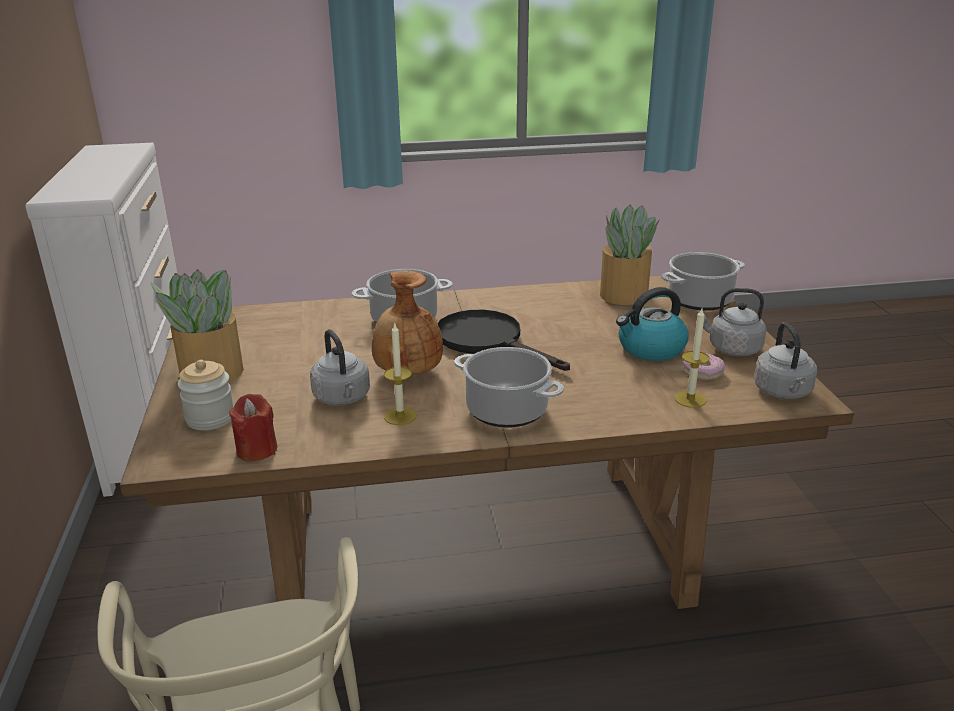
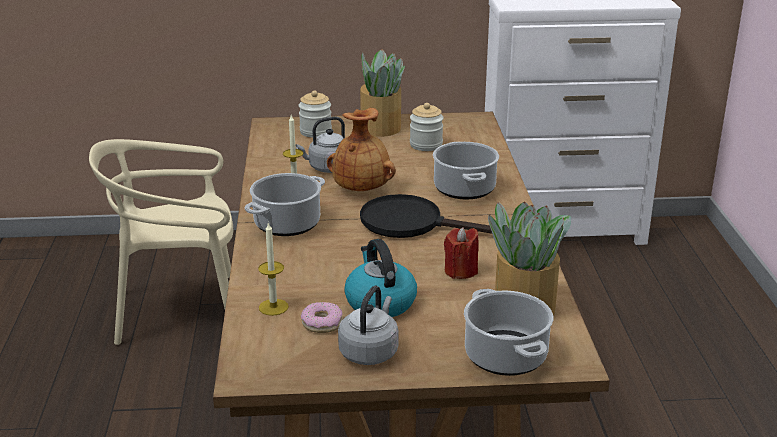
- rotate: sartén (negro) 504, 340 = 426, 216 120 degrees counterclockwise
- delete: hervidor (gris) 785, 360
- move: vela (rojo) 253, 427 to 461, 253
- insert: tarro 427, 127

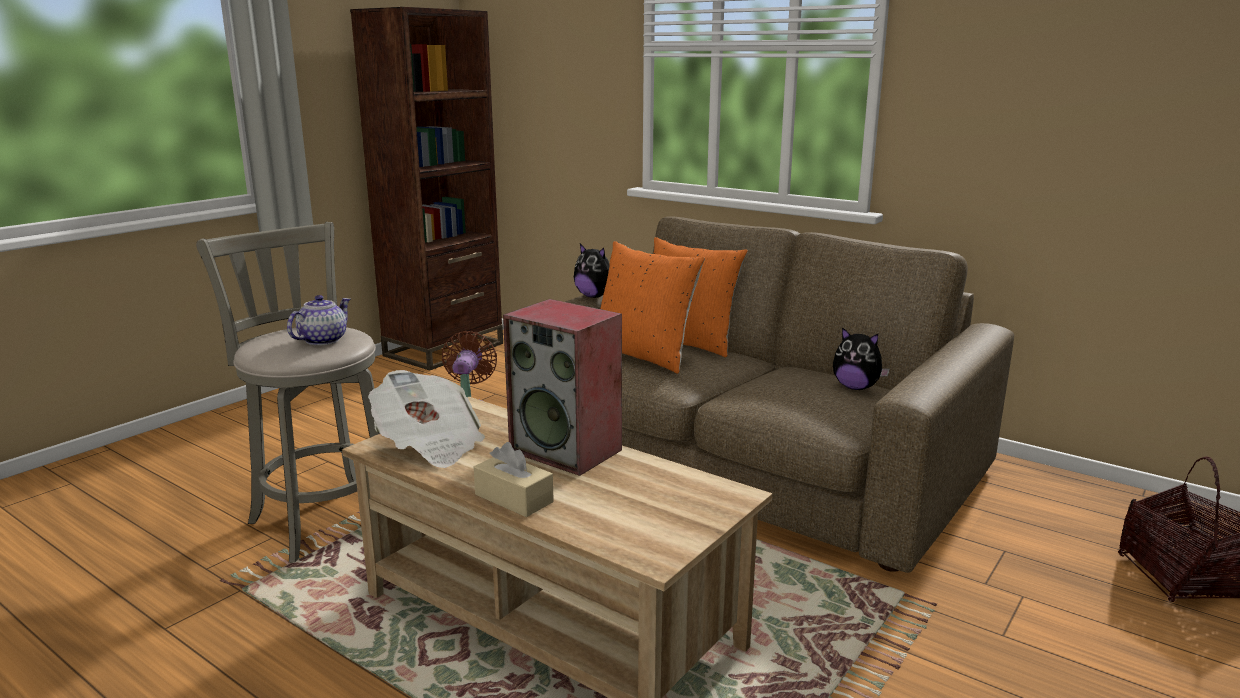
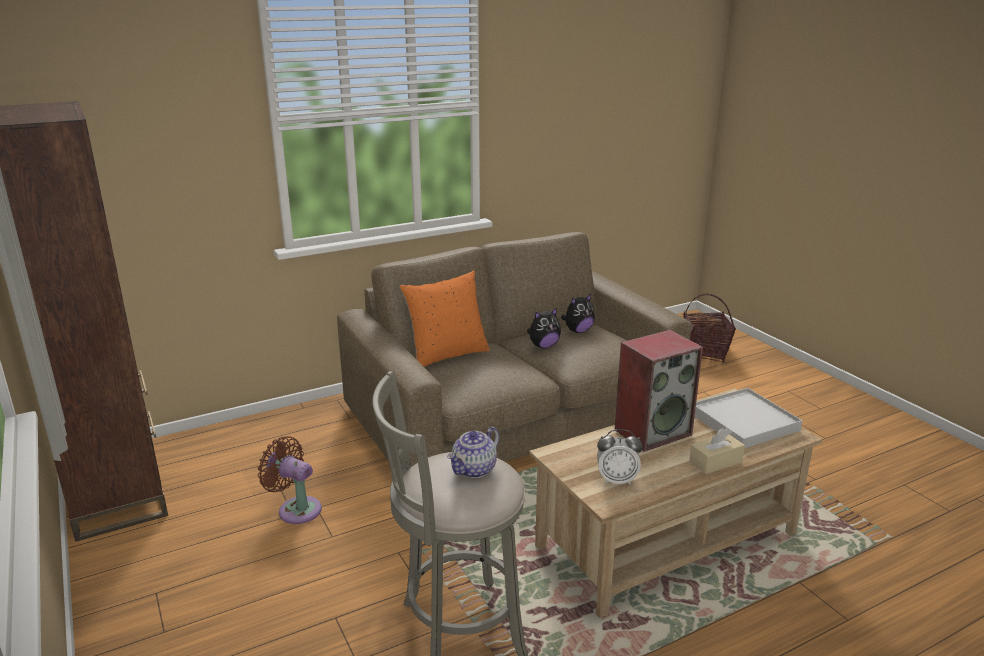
- delete: cojín (naranja) 652, 307
- move: peluche 592, 271 to 544, 328
- rotate: tetera 319, 320 = 473, 452 105 degrees counterclockwise
- replace: periódico 426, 419 to despertador 620, 457
- insert: bandeja (blanco) 749, 418

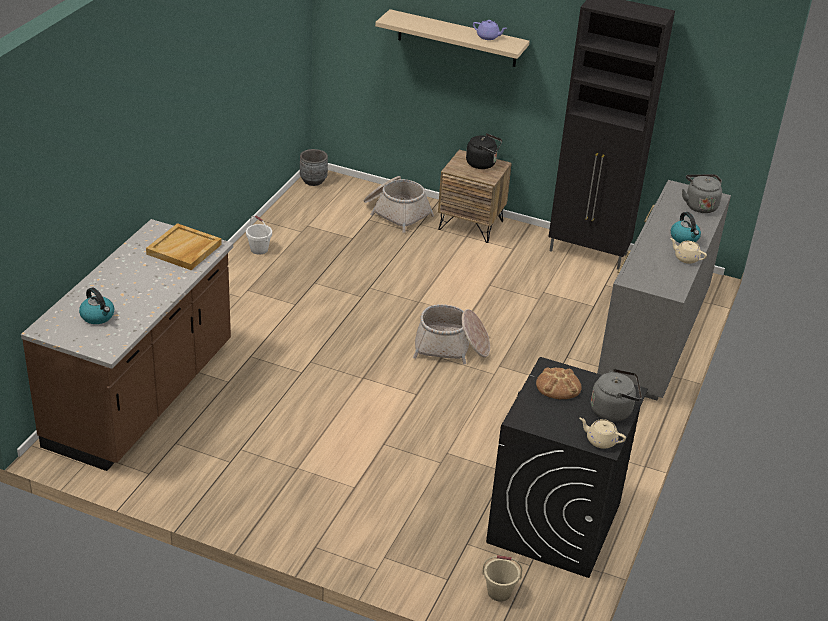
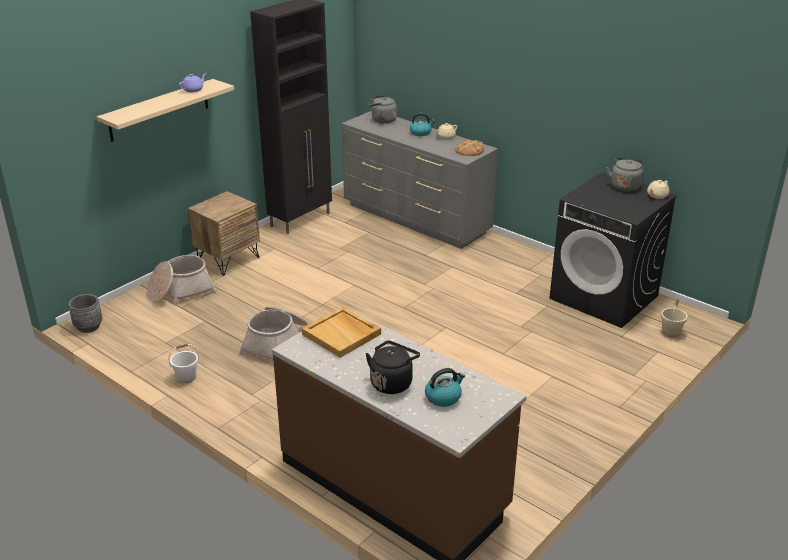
- move: hervidor (negro) 484, 151 to 393, 367
- move: cesta 451, 334 to 273, 332
- move: pan 559, 383 to 469, 147

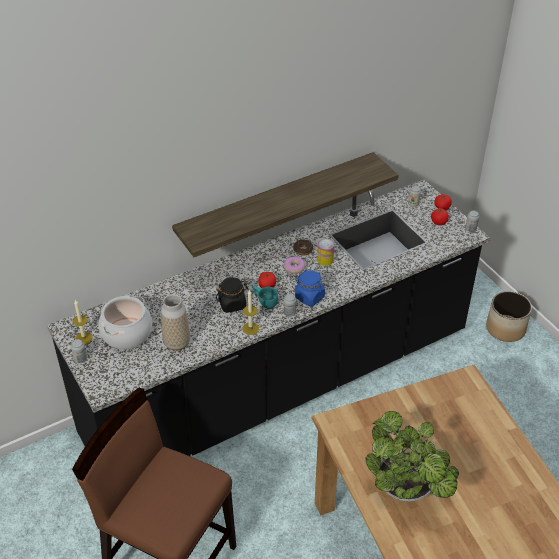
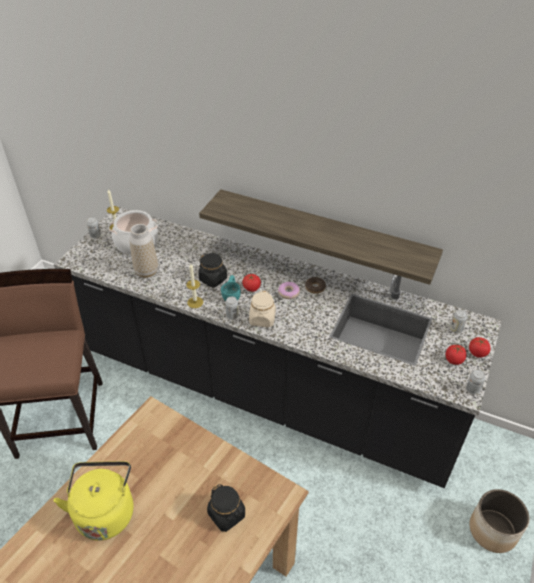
- delete: lata 326, 252
- recolor: tarro (azul) 310, 288 to tarro (beis) 262, 308
- replace: planta en maceta 412, 456 to hervidor (amarillo) 93, 500
- insert: tarro (negro) 226, 508

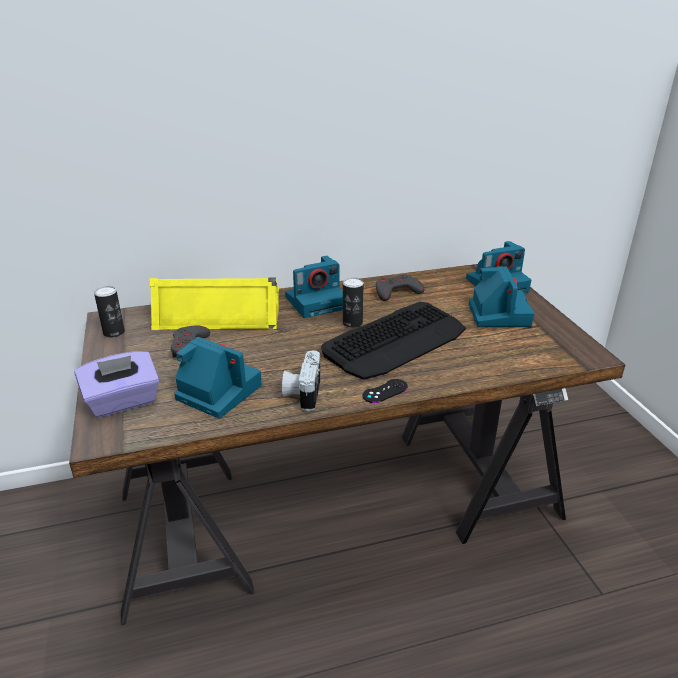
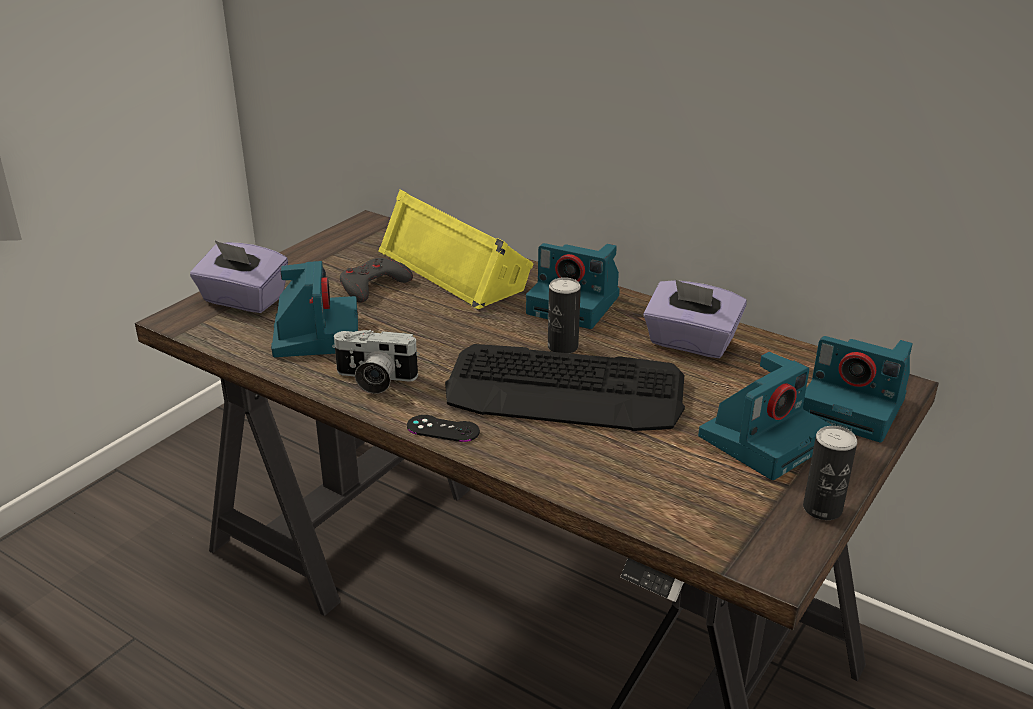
- replace: mando de consola (gris) 400, 288 to caja de pañuelos (morado) 695, 319
- move: lata 109, 312 to 830, 473
- rotate: cámara 301, 381 = 376, 362 135 degrees counterclockwise

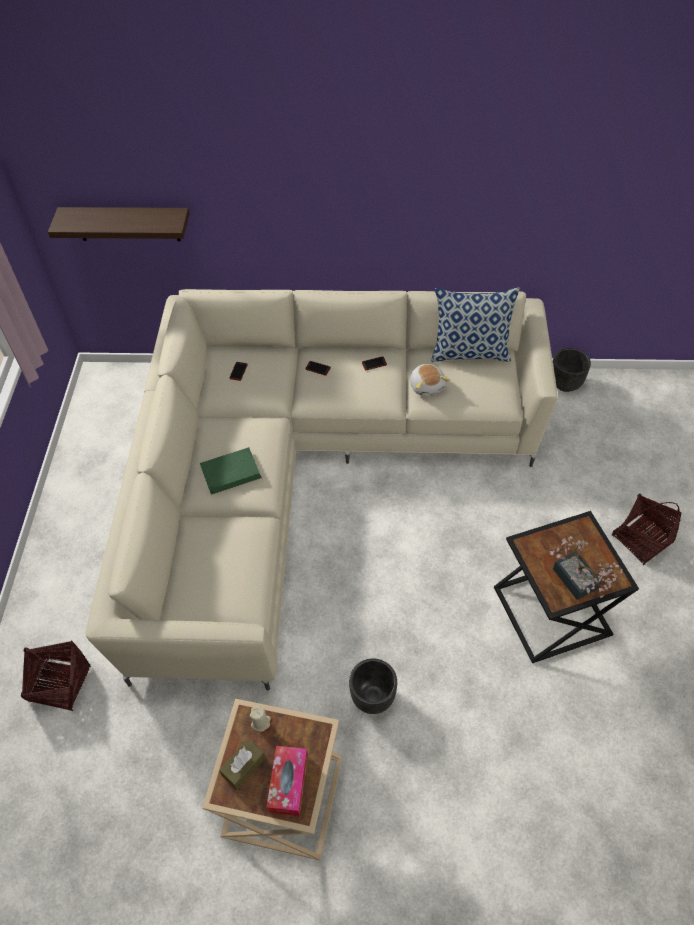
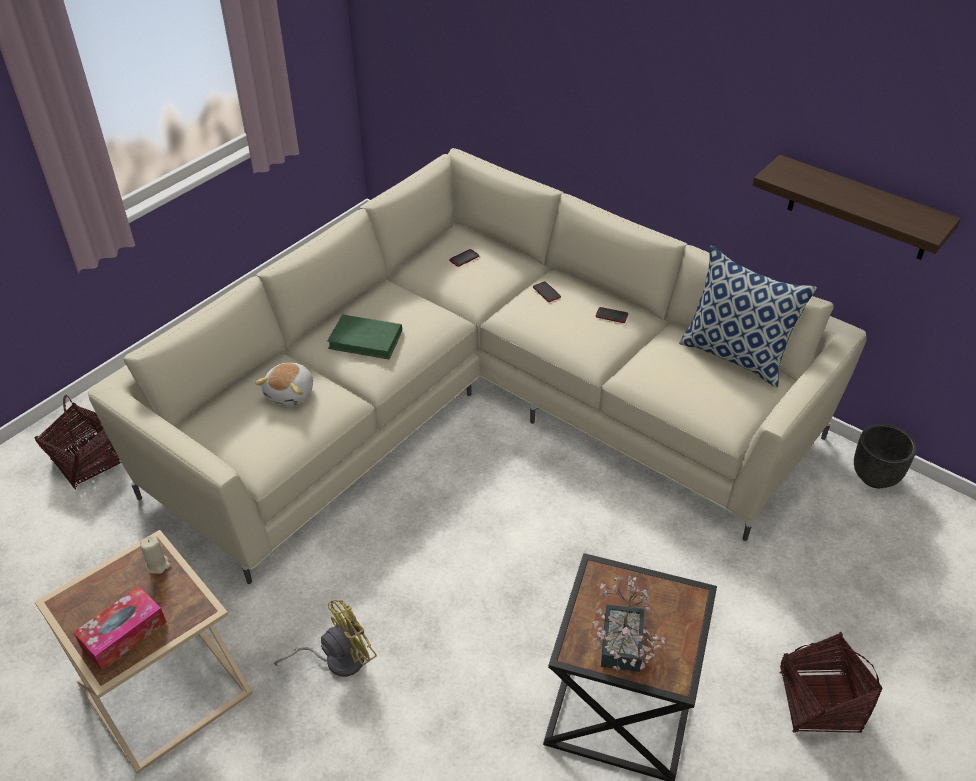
- move: estante 119, 224 to 857, 207
- move: peluche 430, 380 to 284, 384
- replace: maceta (negro) 373, 686 to ventilador (amarillo) 325, 638
- delete: caja de pañuelos (marrón) 242, 764

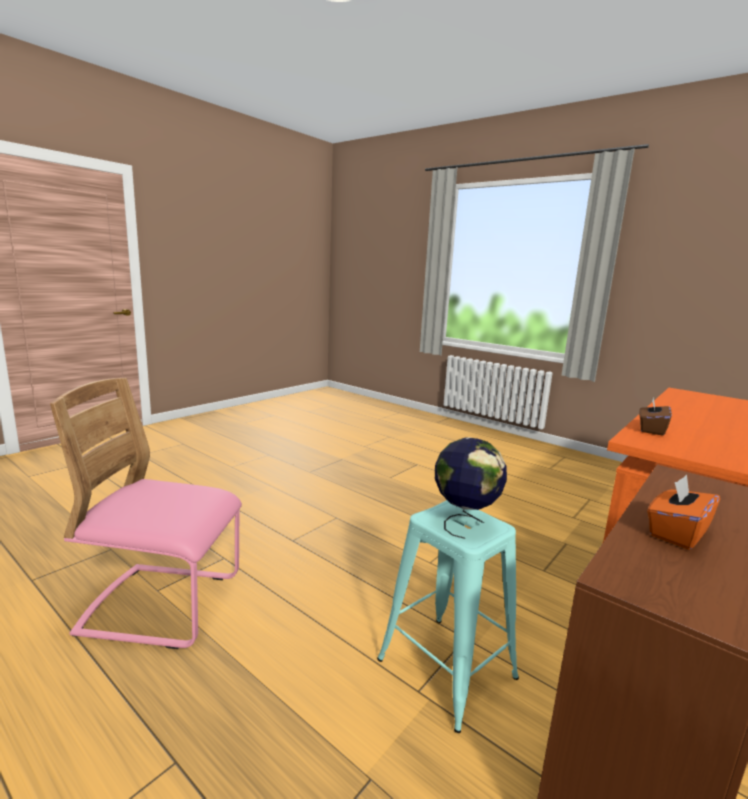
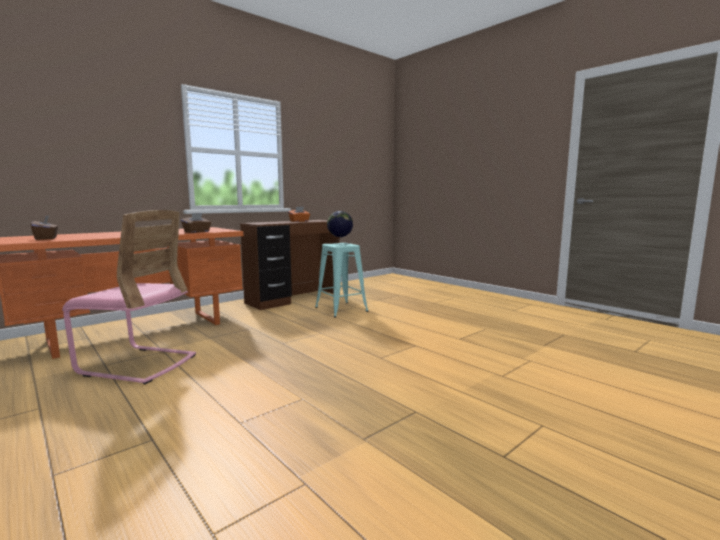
- move: silla (rosa) 146, 513 to 129, 297
- insert: caja de pañuelos (marrón) 44, 228

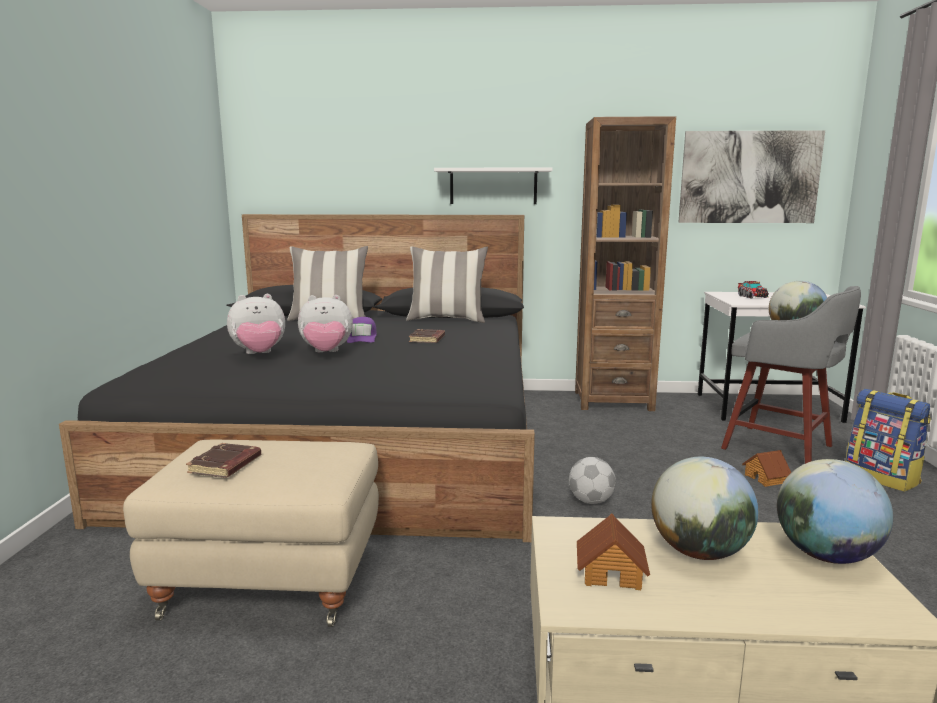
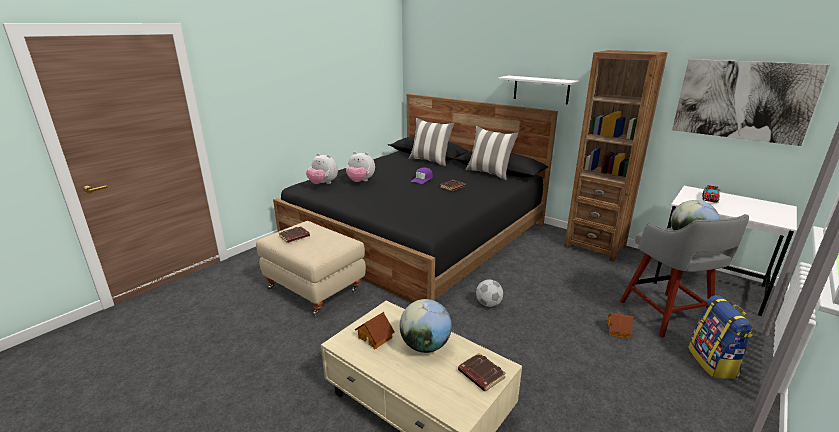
- move: peluche 325, 323 to 322, 168
- replace: globo terráqueo 835, 511 to libro (marrón) 482, 372

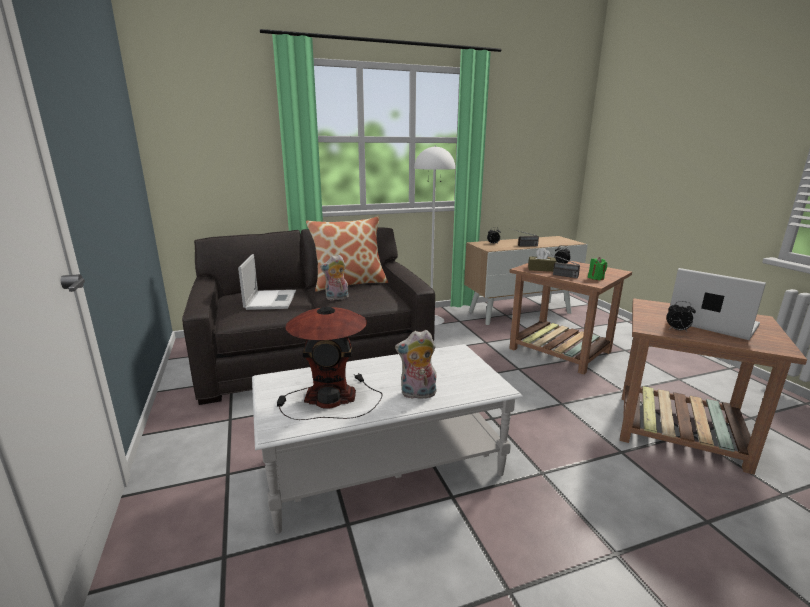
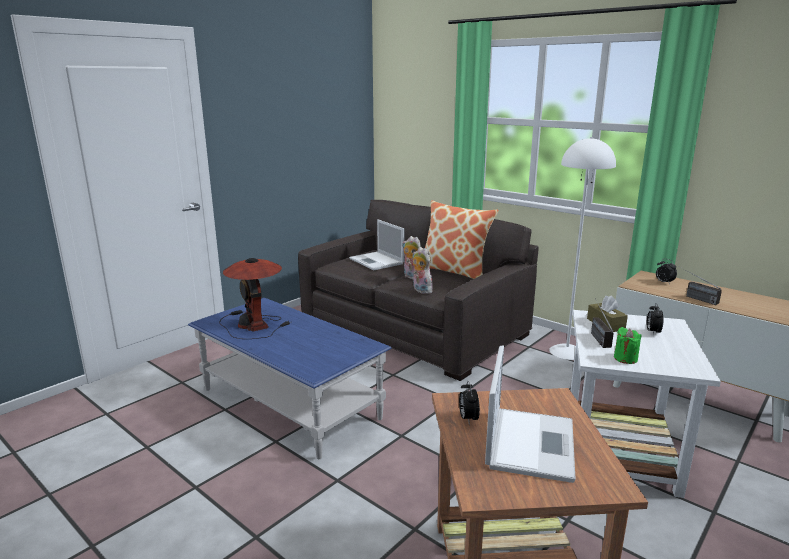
- rotate: portátil 267, 282 = 376, 244 90 degrees clockwise
- recolor: mesa auxiliar (marrón) 570, 316 to mesa auxiliar (blanco) 645, 404
- move: peluche 416, 364 to 423, 270
- recolor: mesa de centro (blanco) 387, 439 to mesa de centro (azul) 290, 378

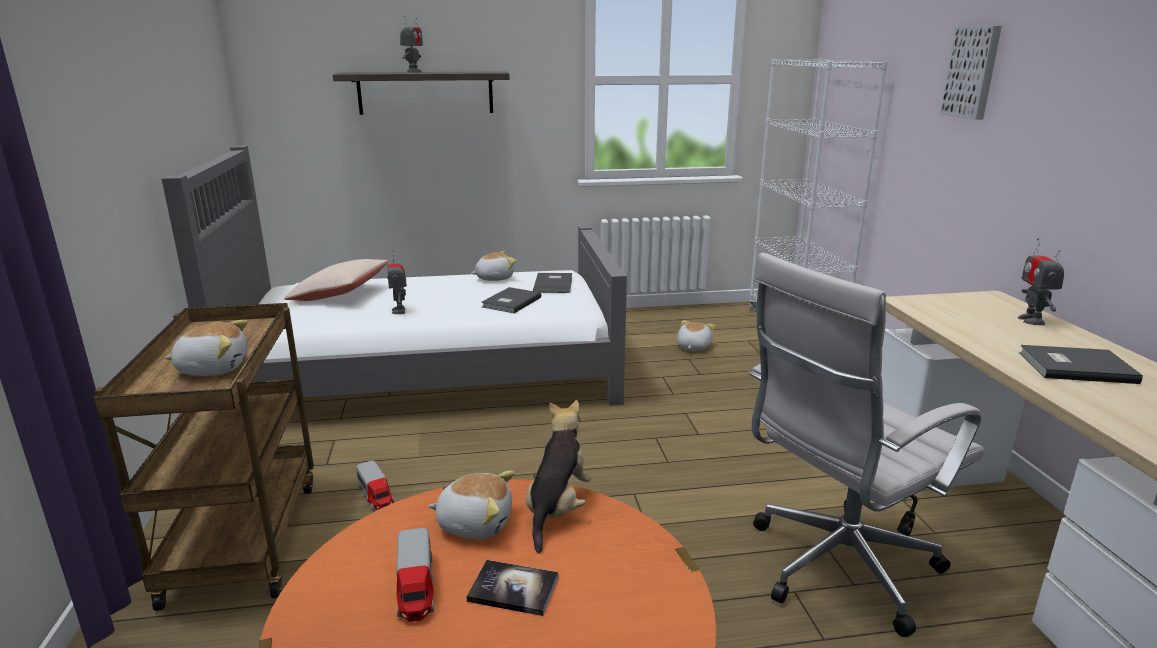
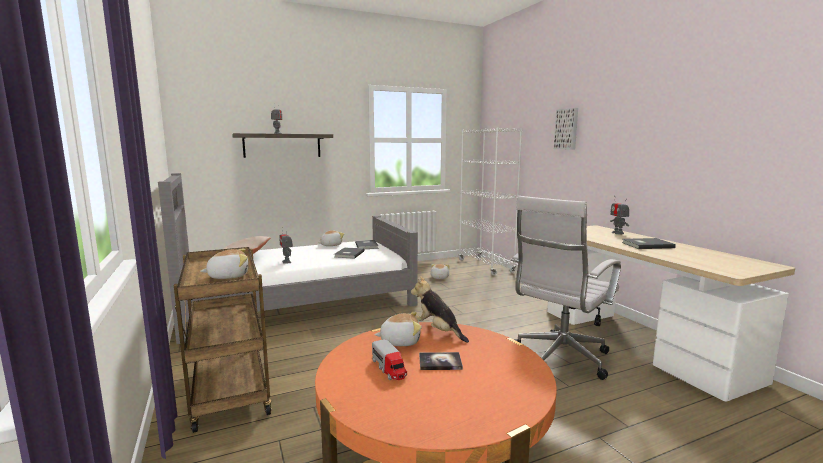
- rotate: peluche 559, 476 = 440, 309 45 degrees counterclockwise
- delete: camión de juguete 375, 485

